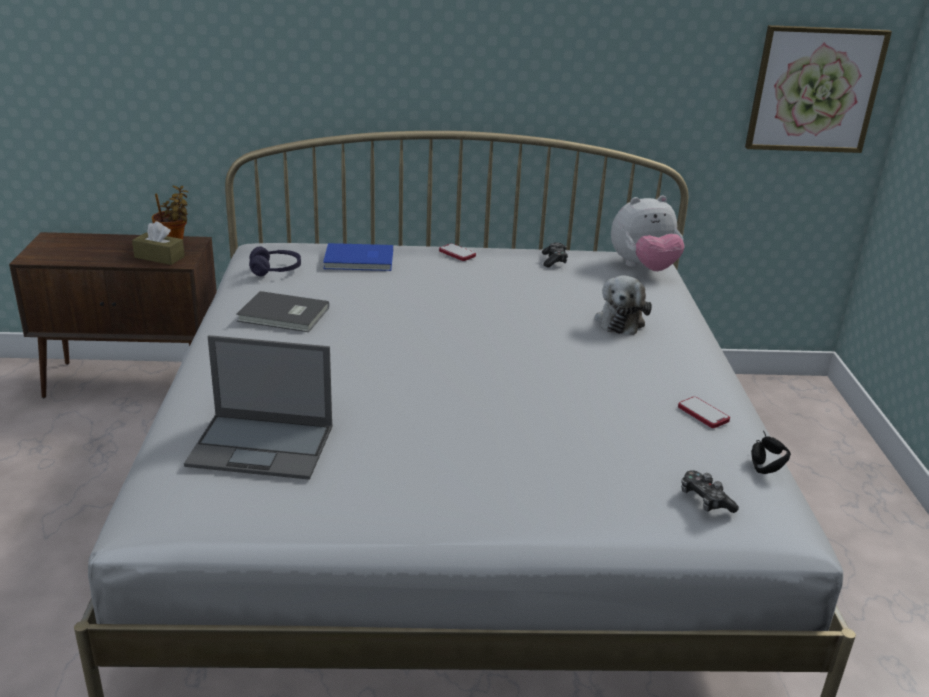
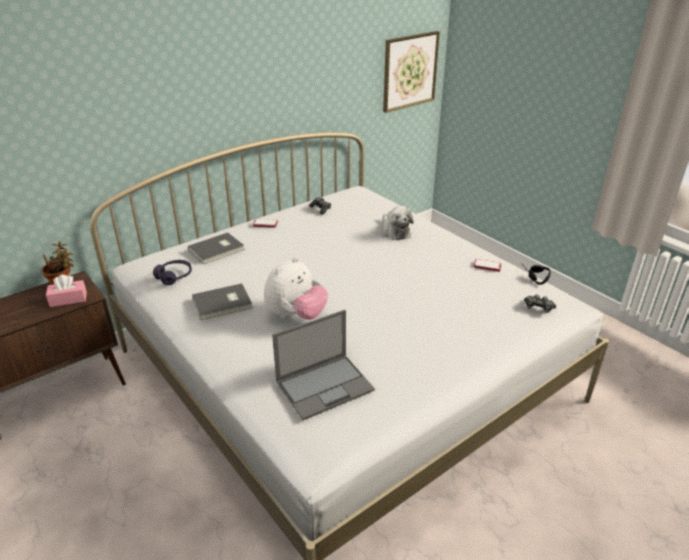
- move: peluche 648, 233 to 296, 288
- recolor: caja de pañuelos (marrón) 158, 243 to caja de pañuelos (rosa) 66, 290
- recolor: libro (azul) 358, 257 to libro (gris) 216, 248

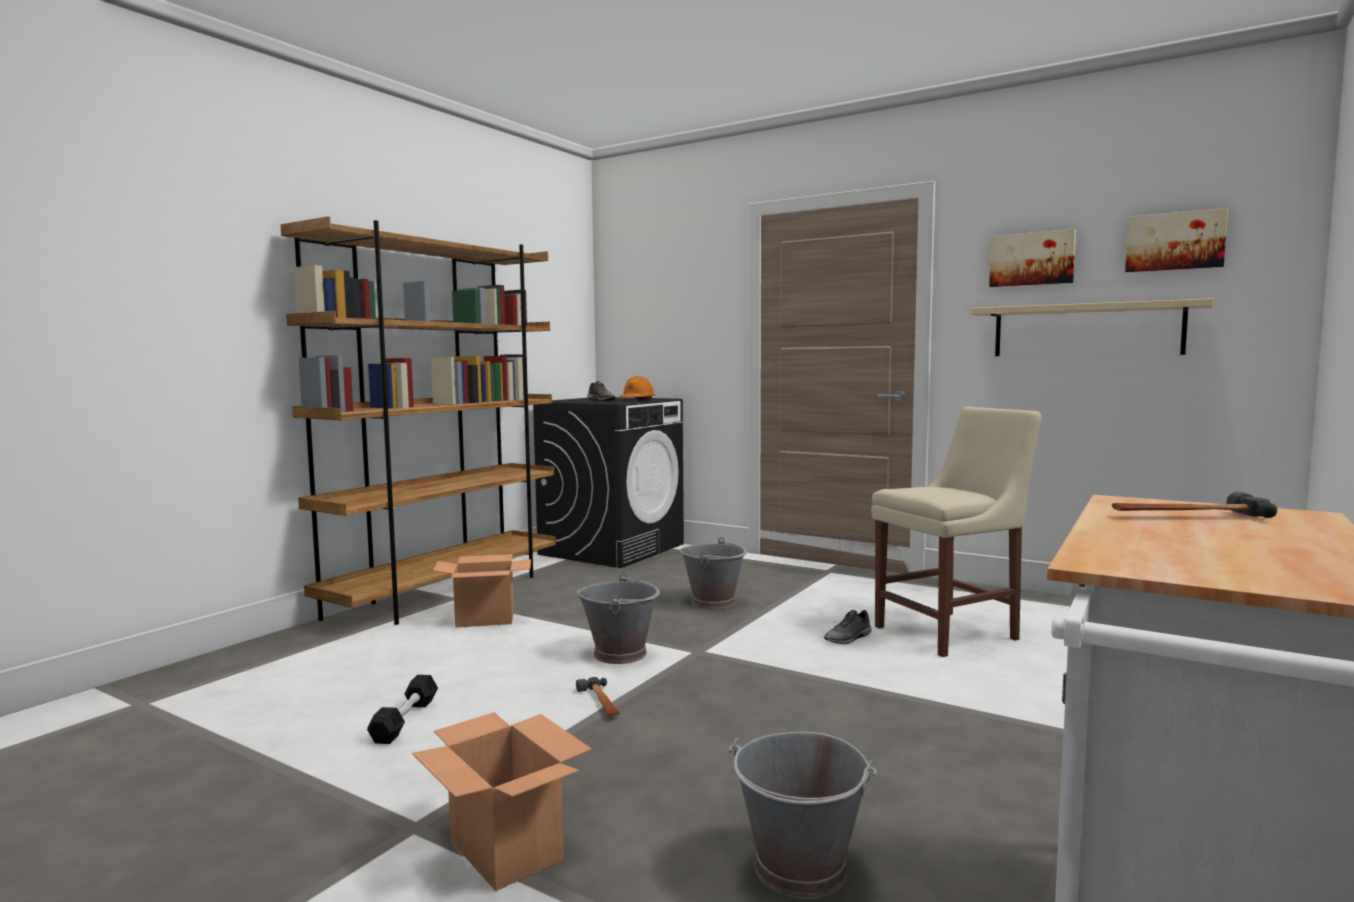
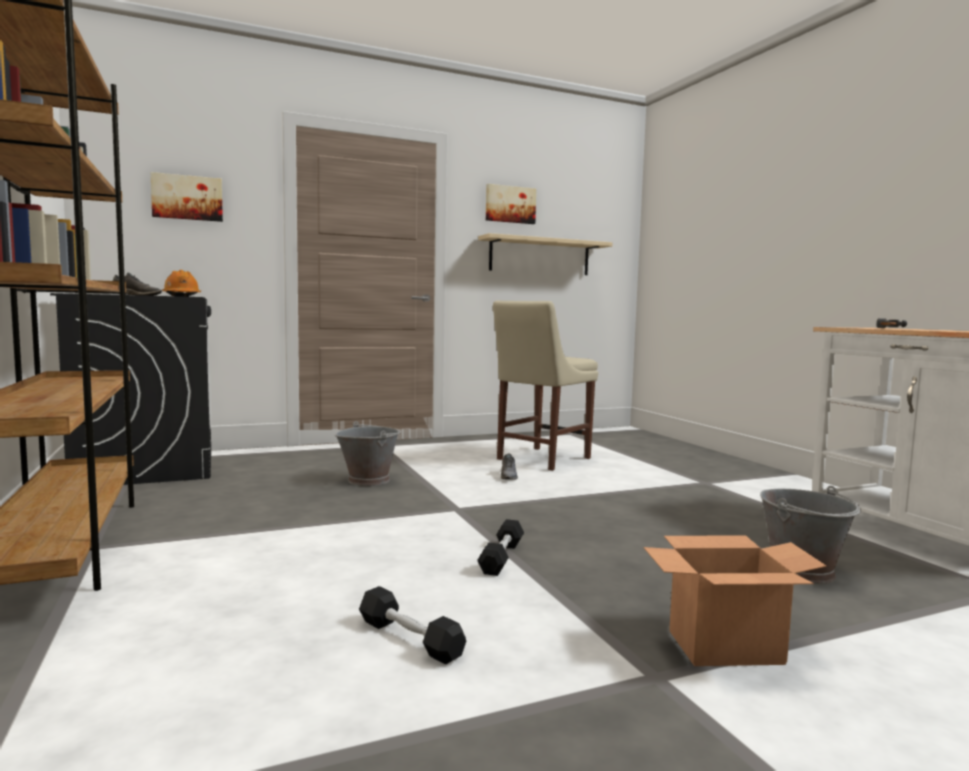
- move: cuadro 1176, 240 to 186, 197
- rotate: silla (beis) 956, 532 = 545, 386 150 degrees counterclockwise
- delete: caja de cartón 482, 590
- delete: cubo (gris) 618, 618
- replace: martillo 598, 697 to mancuerna (negro) 500, 547

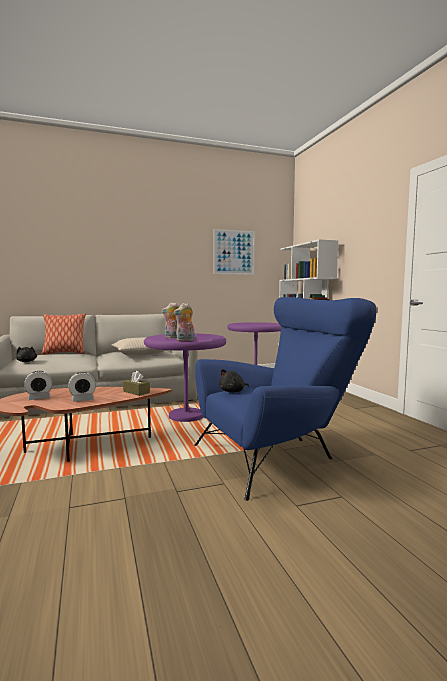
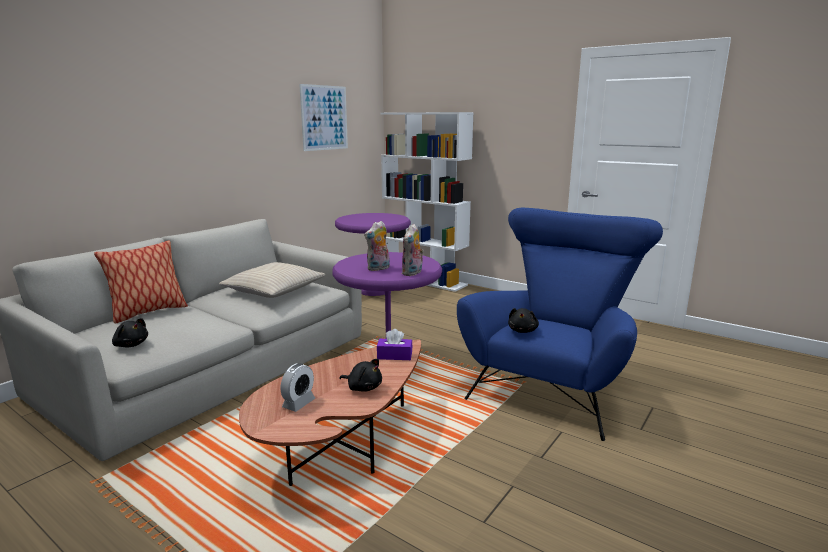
- recolor: caja de pañuelos (marrón) 136, 383 to caja de pañuelos (morado) 394, 344
- replace: despertador 82, 387 to peluche (negro) 360, 375

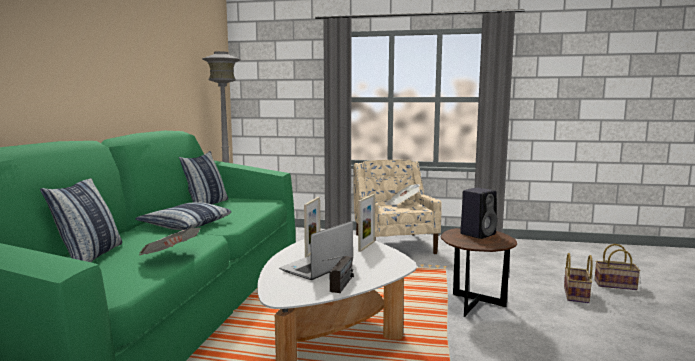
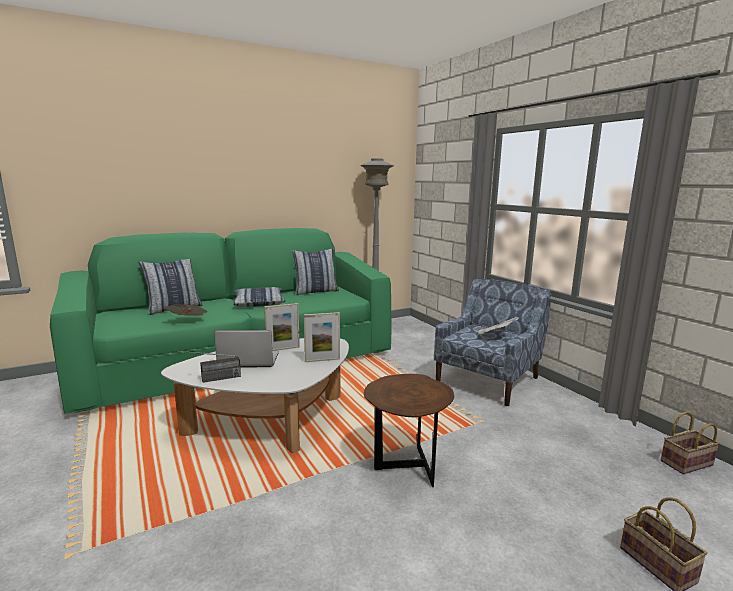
- recolor: sillón (beis) 397, 207 to sillón (azul) 492, 342
- delete: altavoz (negro) 478, 213
- move: cesta 578, 278 to 690, 443

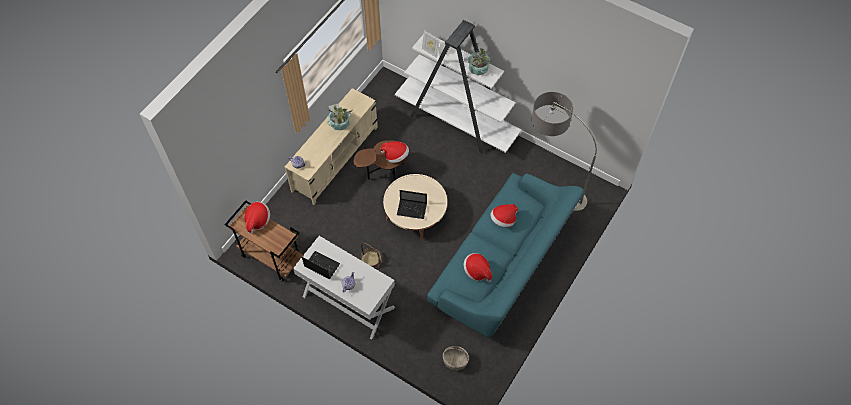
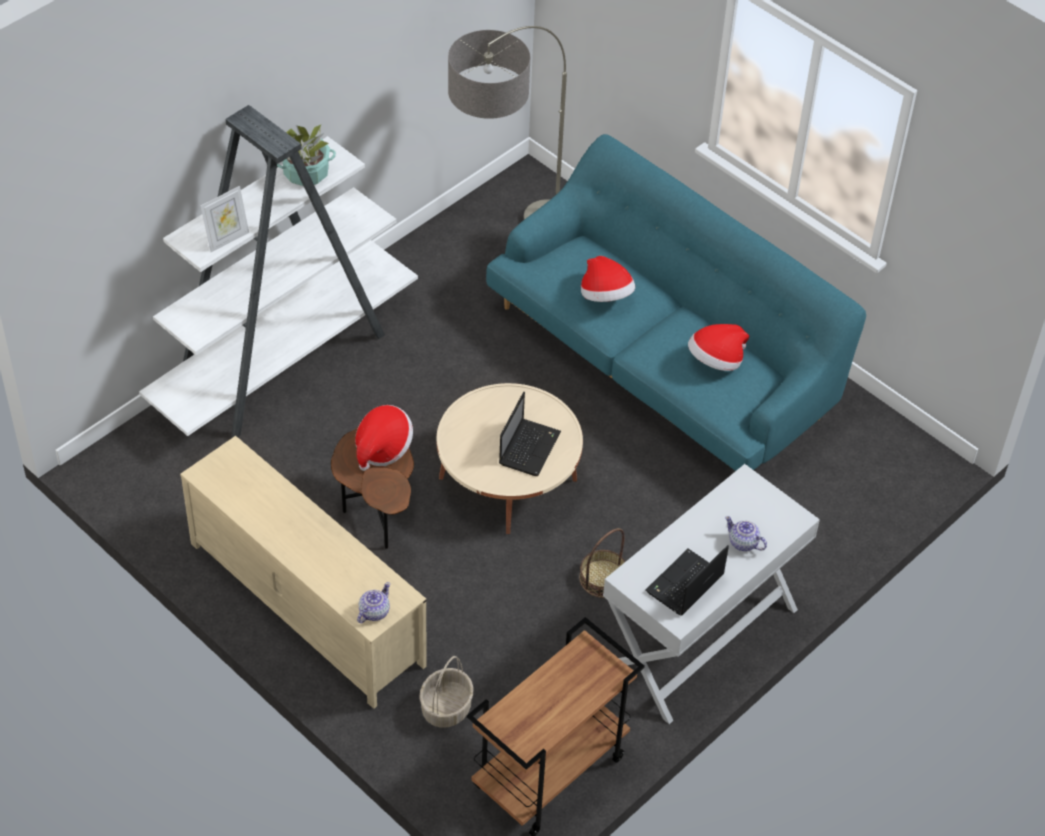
- delete: planta en maceta 339, 116
- delete: sombrero 257, 218
- move: cesta 456, 358 to 446, 692

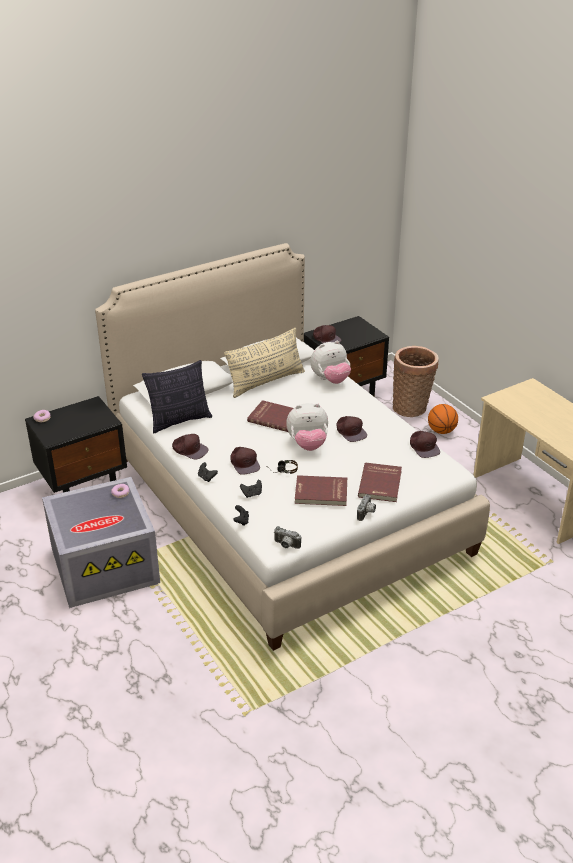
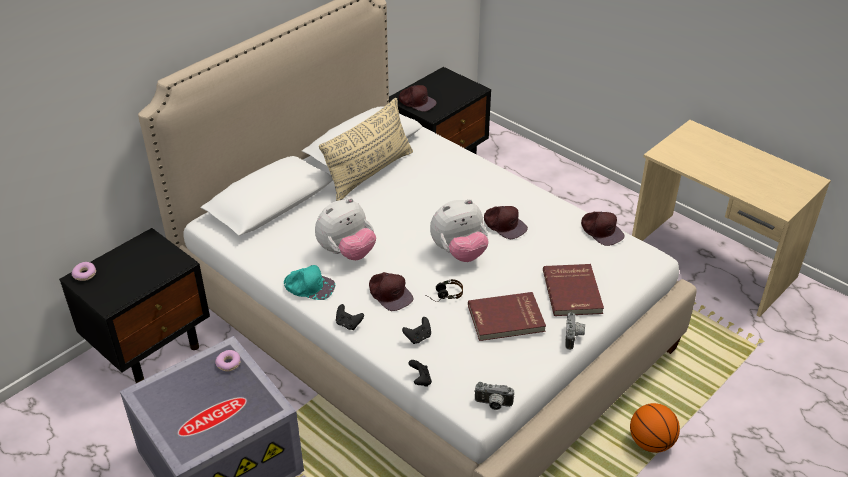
- move: peluche 331, 362 to 345, 229
- delete: cesta 416, 381
- delete: cojín 177, 396
- delete: libro (rojo) 270, 416
- move: balón de baloncesto 443, 419 to 655, 428
- recolor: gorra (marrón) 190, 446 to gorra (turquesa) 309, 282

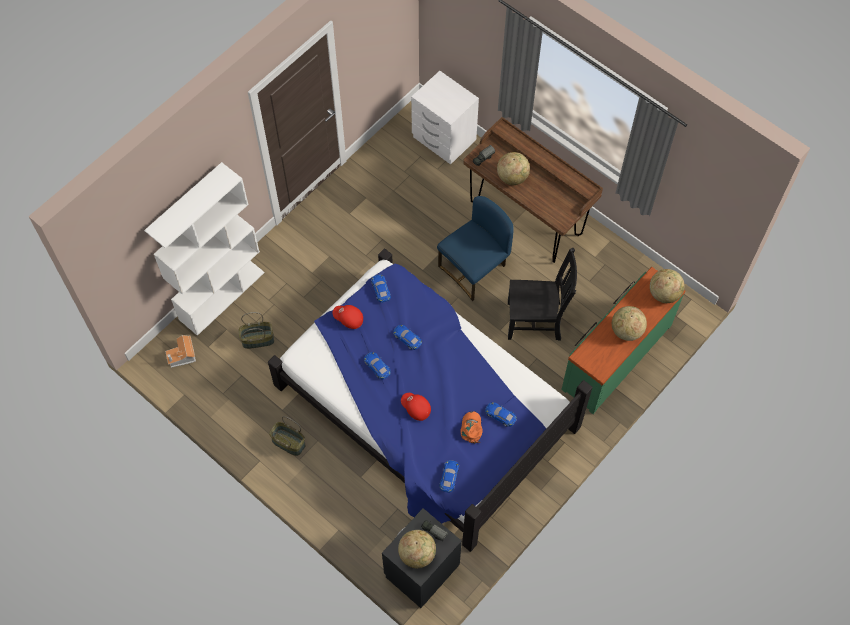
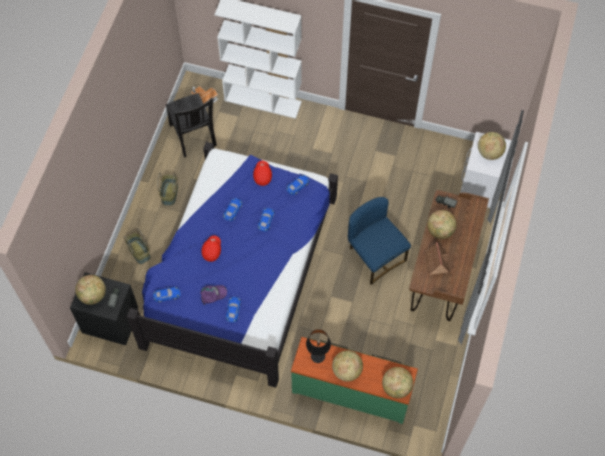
- rotate: silla (azul) 475, 248 = 379, 241 150 degrees counterclockwise
- move: silla (negro) 542, 294 to 191, 125
- move: cesta 256, 330 to 137, 246
- recolor: gorra (naranja) 471, 427 to gorra (morado) 213, 295
- insert: globo terráqueo 492, 146
- insert: casita 437, 258
- insert: lámpara de mesa (negro) 318, 346

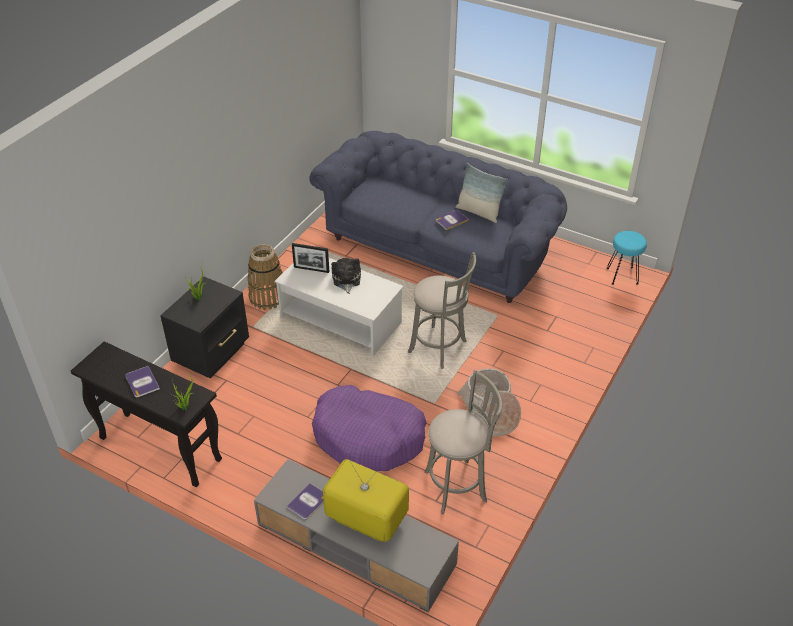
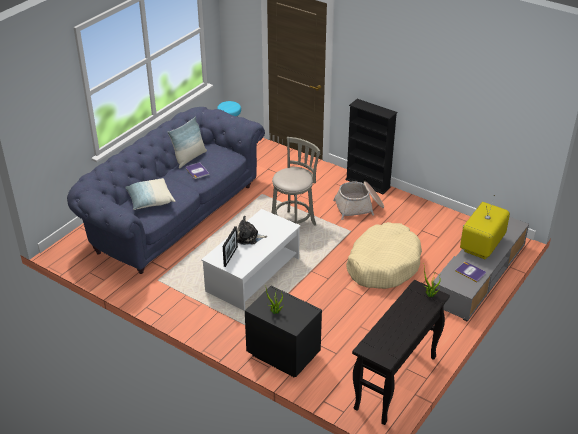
- delete: cesta 265, 277
- delete: libro 142, 381
- delete: taburete (gris) 463, 442
- recolor: cama para perro (morado) 369, 428 to cama para perro (beis) 384, 255
- insert: estantería (negro) 371, 146
- insert: cojín 150, 194

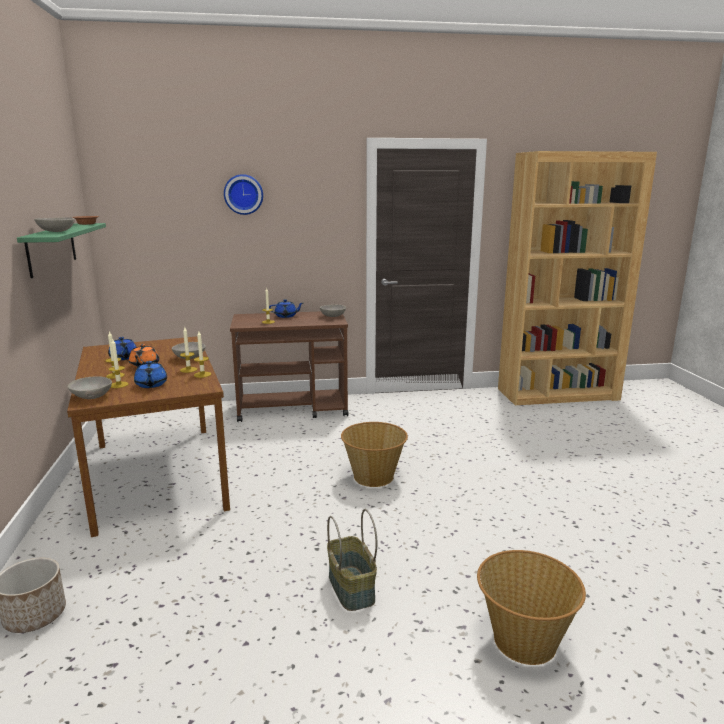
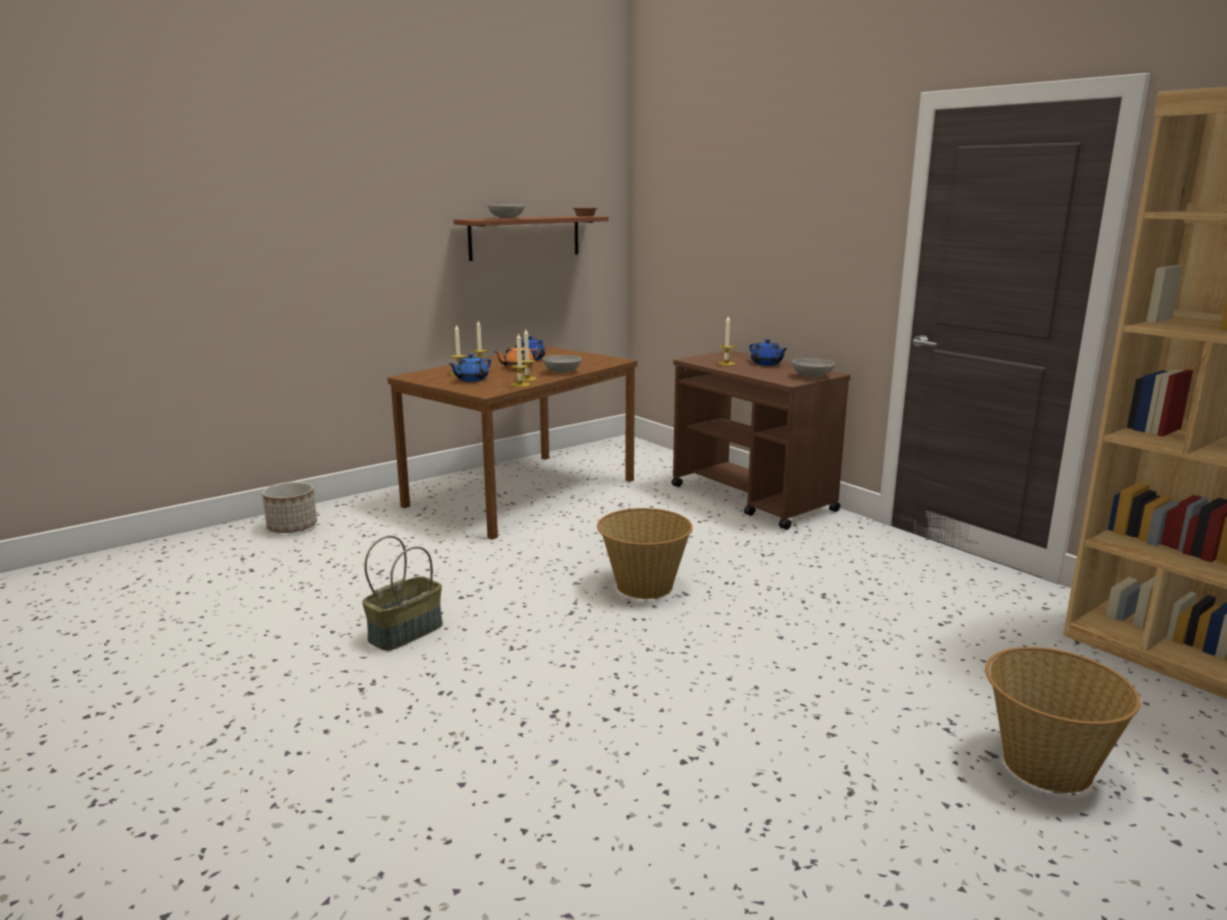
- delete: reloj de pared 243, 194
- recolor: estante (verde) 61, 250 to estante (marrón) 530, 238
- delete: cuenco (gris) 90, 387
- move: cesta 531, 607 to 1063, 720

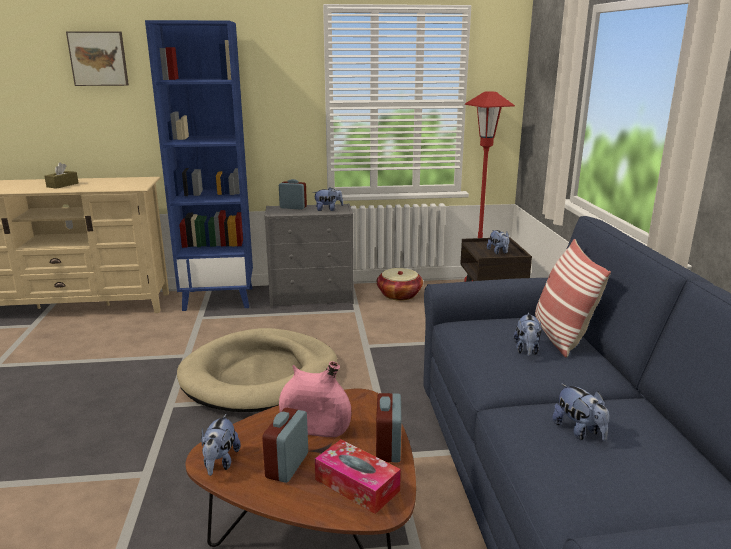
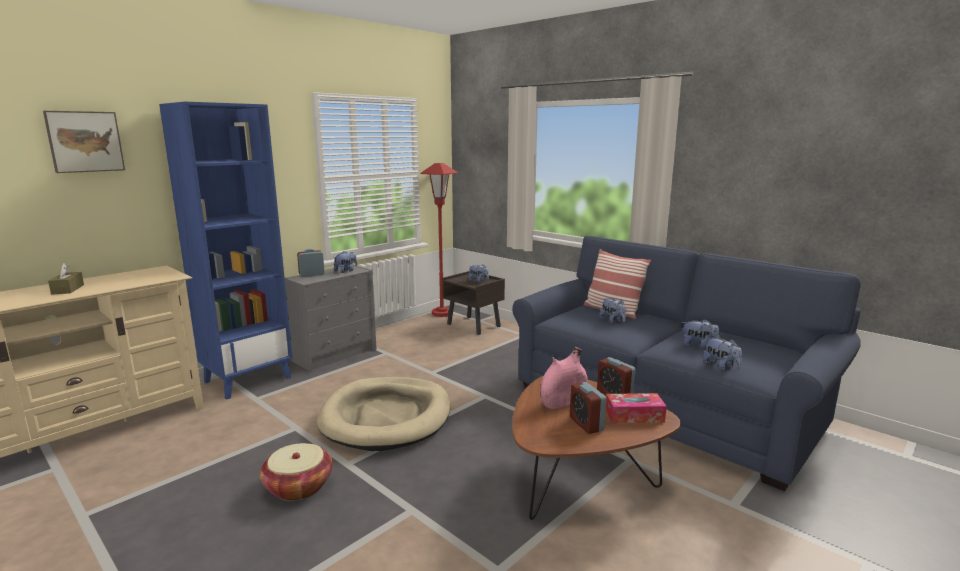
- move: cesta 400, 284 to 296, 472
- move: peluche 221, 445 to 722, 354

